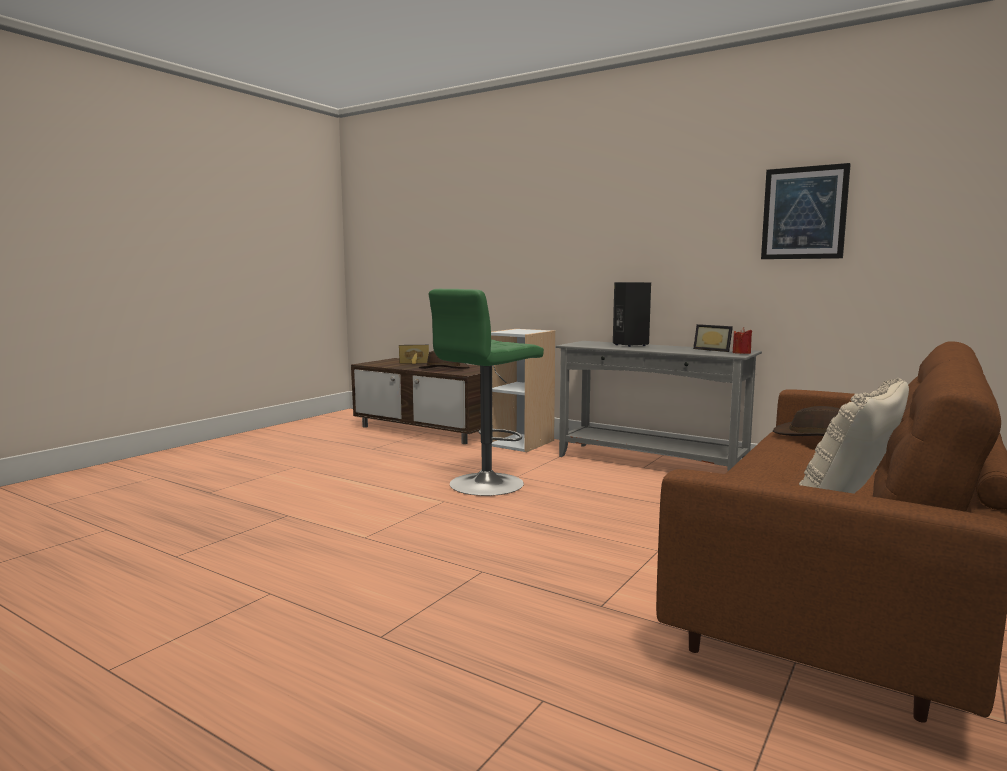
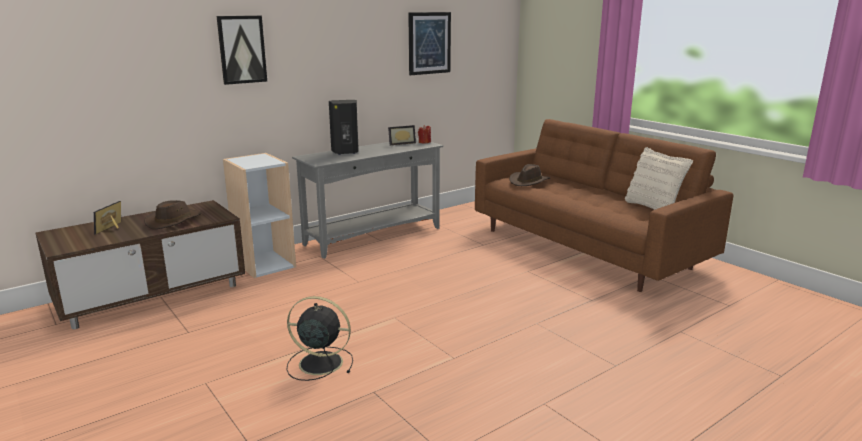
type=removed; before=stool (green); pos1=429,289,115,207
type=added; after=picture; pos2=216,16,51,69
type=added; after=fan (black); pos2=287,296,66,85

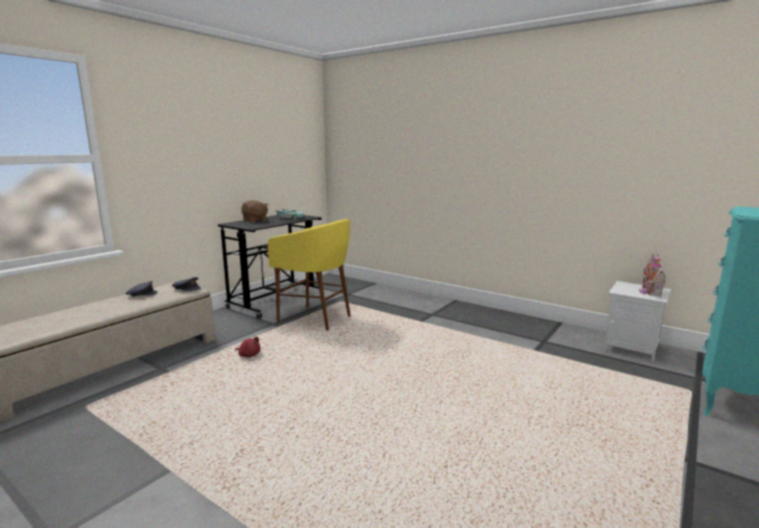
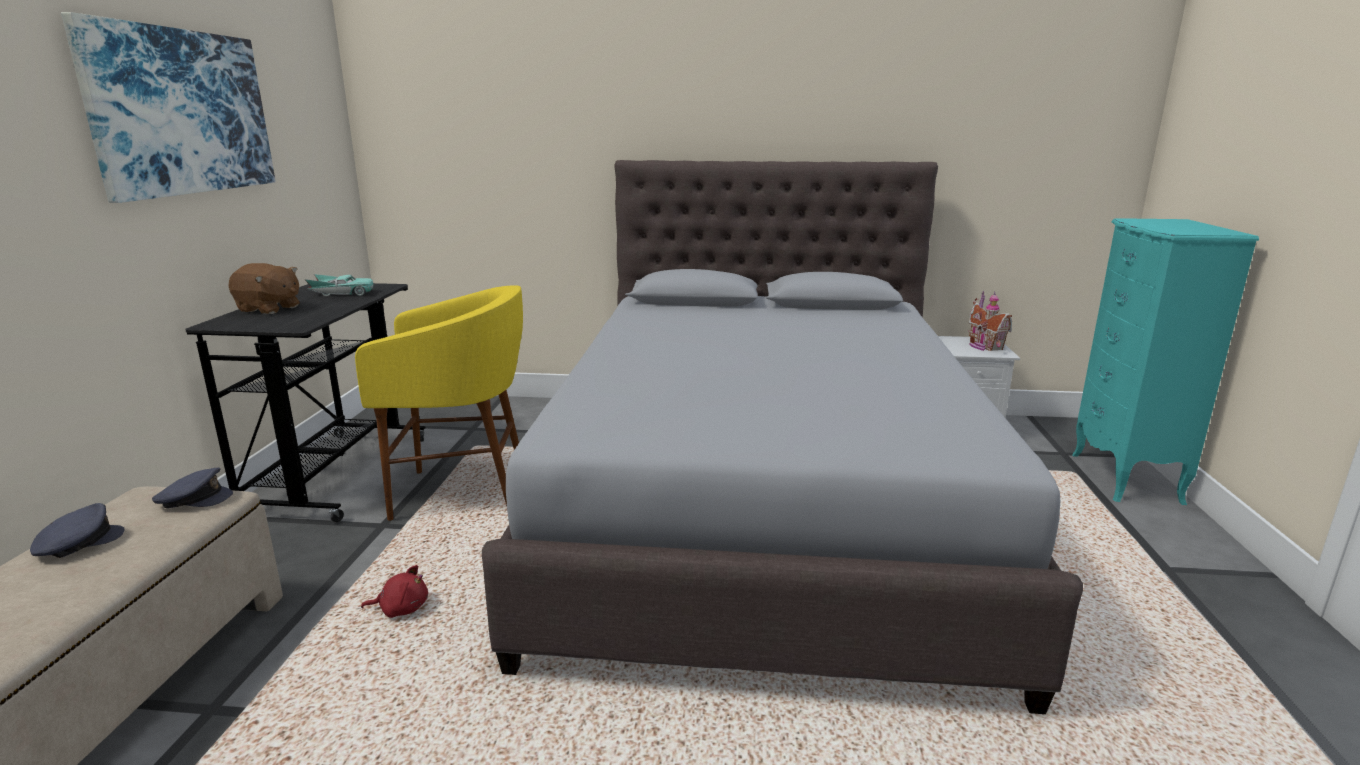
type=added; after=picture; pos2=61,12,215,191
type=added; after=bed (grey); pos2=482,160,601,554

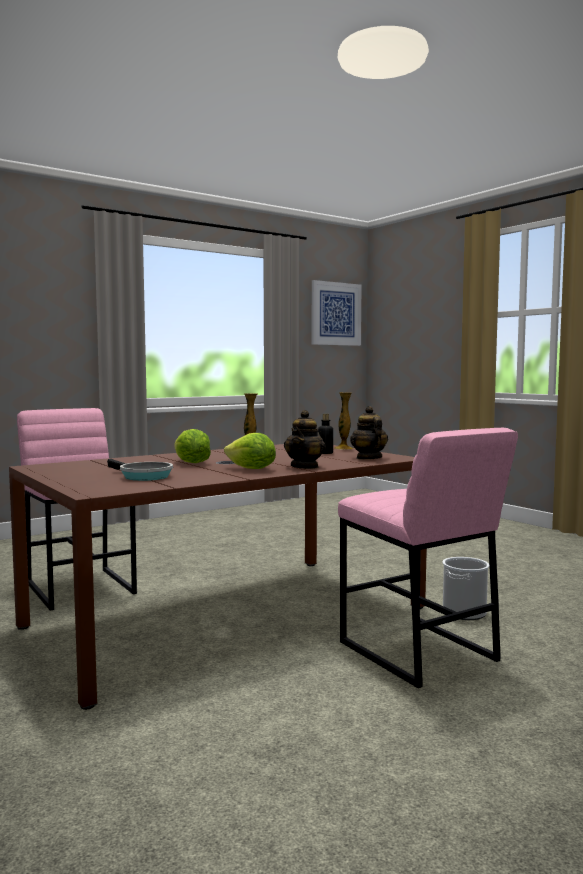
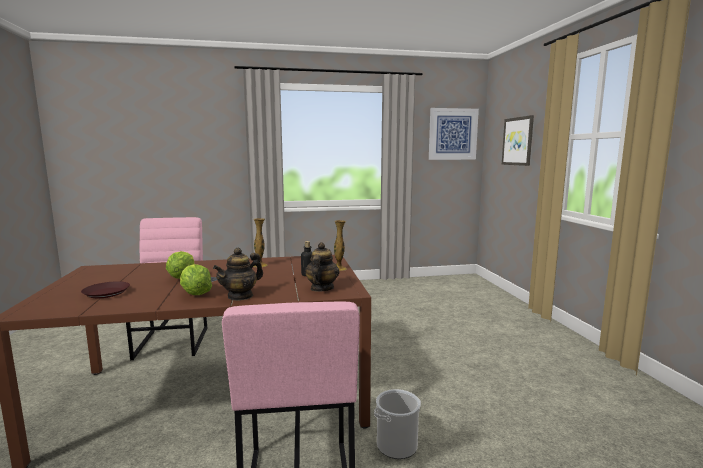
type=replaced; before=frying pan; after=plate (brown); pos1=107,459,66,22; pos2=81,281,49,17
type=added; after=picture; pos2=502,115,32,51

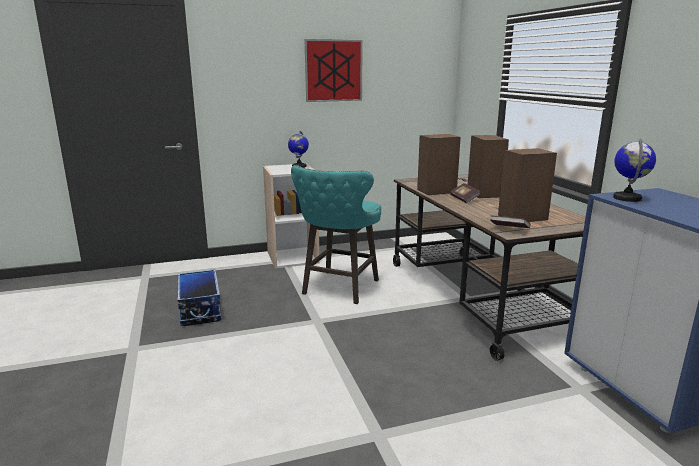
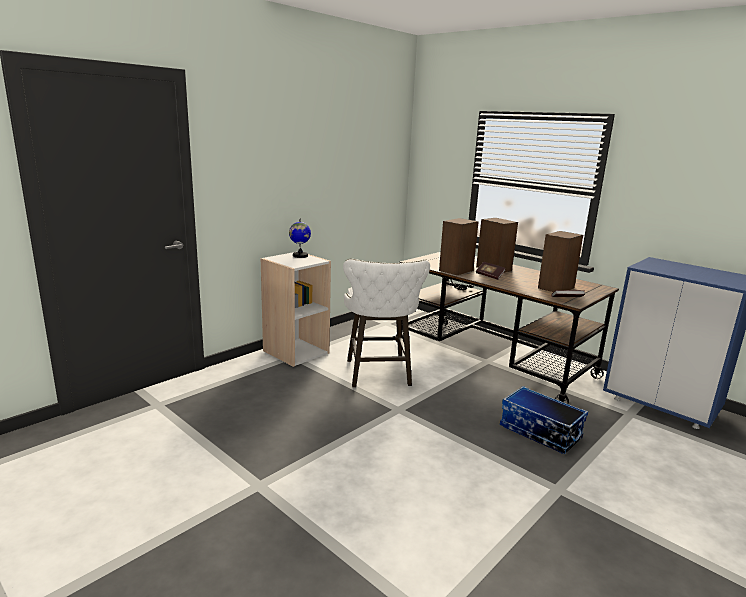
type=moved; before=storage box; pos1=177,269,45,57; pos2=500,386,88,68
type=recoloured; before=stool (turquoise); after=stool (white); pos1=291,165,90,139; pos2=343,259,87,128
type=removed; before=picture; pos1=304,39,59,63
type=removed; before=globe; pos1=613,138,43,64

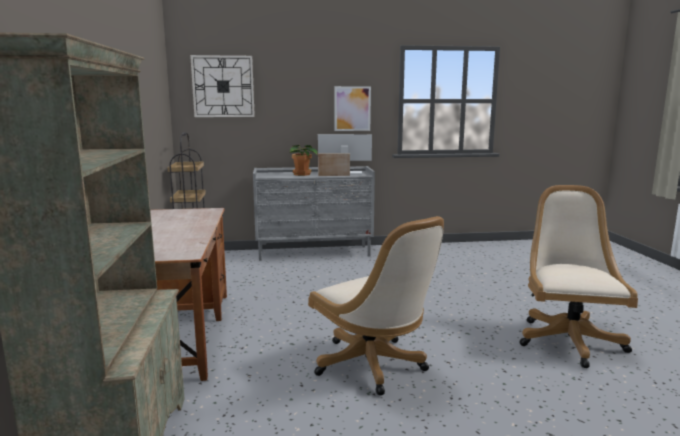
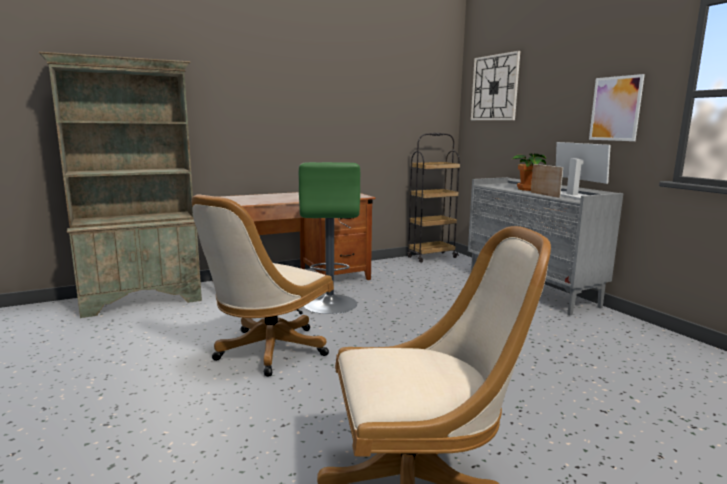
type=added; after=stool (green); pos2=299,162,61,152

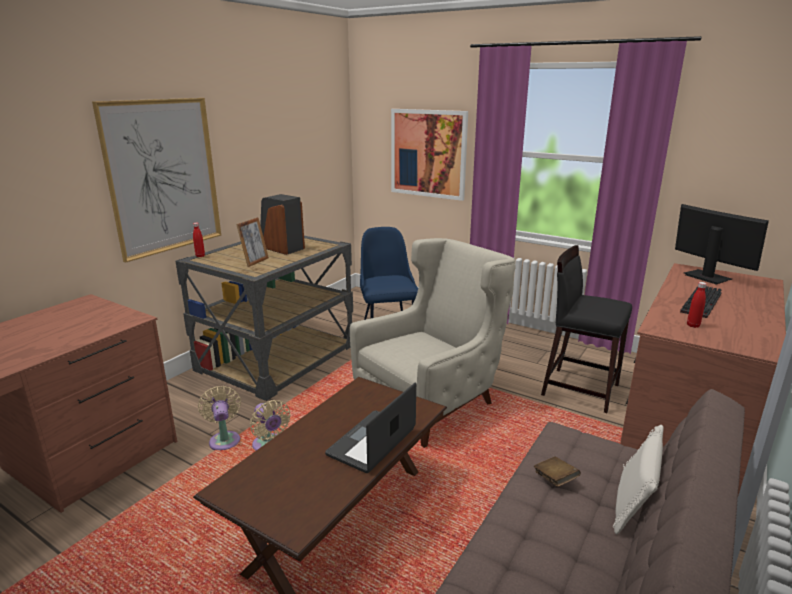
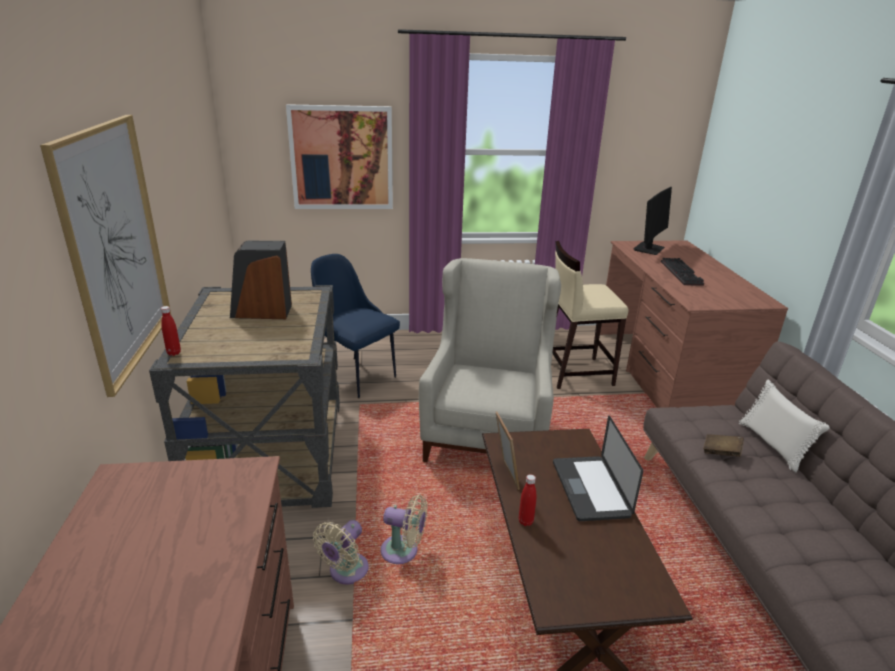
type=turned; before=fan (beige); pos1=198,386,43,64; pos2=313,520,56,64; turn=-90
type=moved; before=picture frame; pos1=236,217,33,50; pos2=496,412,24,78
type=recoloured; before=stool (black); after=stool (beige); pos1=541,245,91,168; pos2=552,241,76,148
type=turned; before=monitor; pos1=675,204,94,81; pos2=633,187,39,68; turn=105
type=moved; before=bottle (red); pos1=687,282,20,46; pos2=519,474,17,52

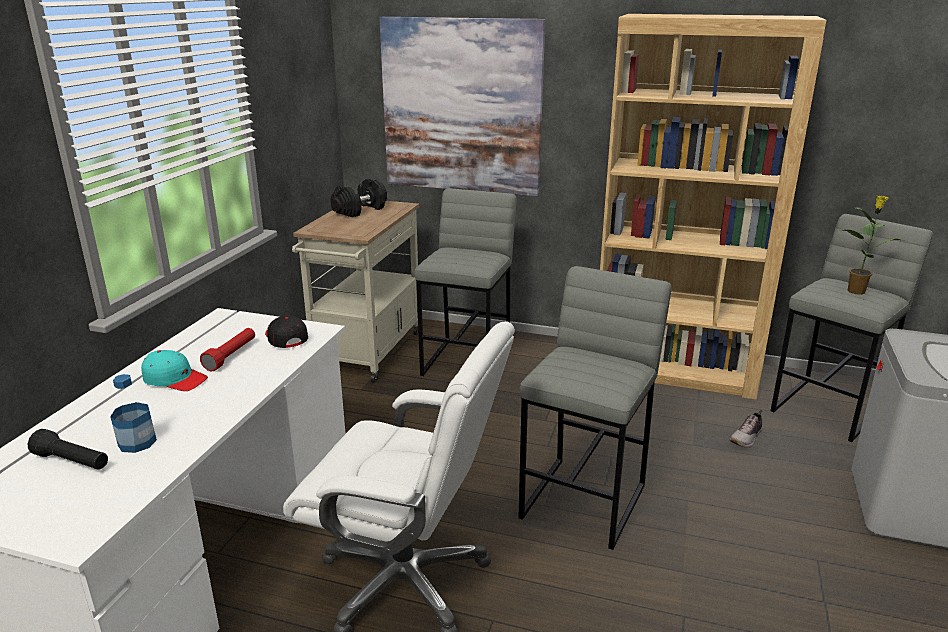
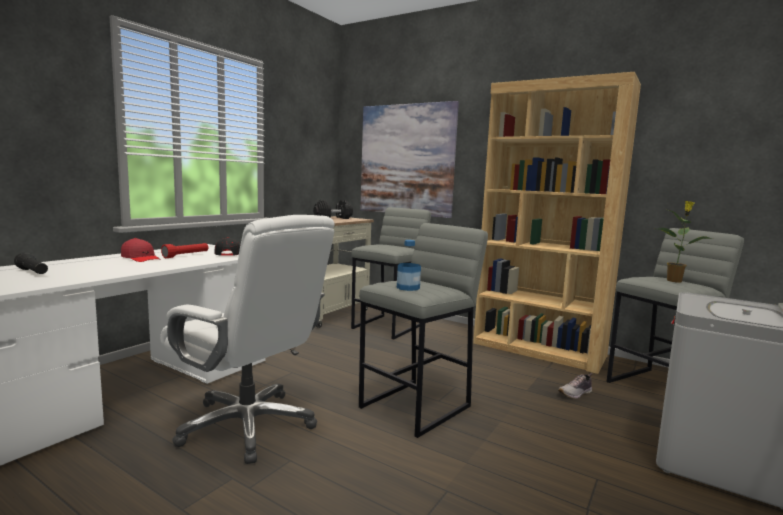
type=moved; before=bottle; pos1=110,374,47,79; pos2=397,240,24,51
type=recoloured; before=cap (turquoise); after=cap (red); pos1=141,350,67,41; pos2=121,238,39,24

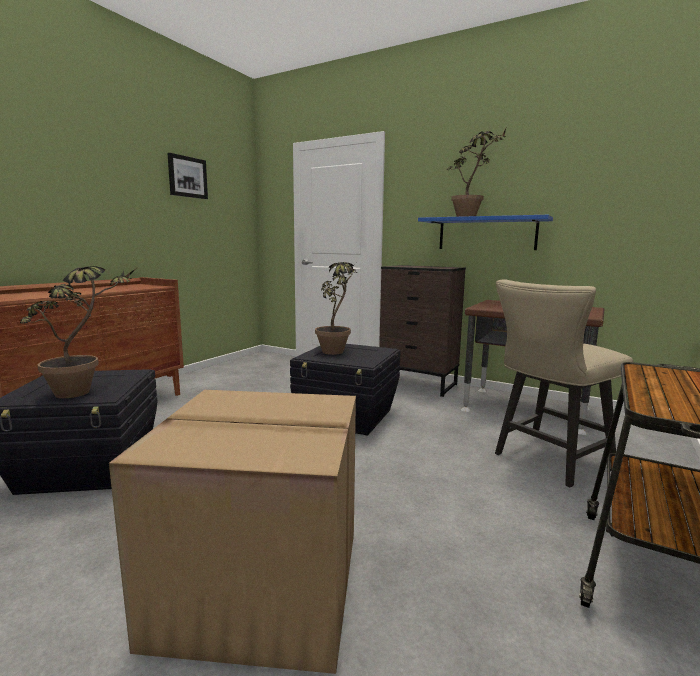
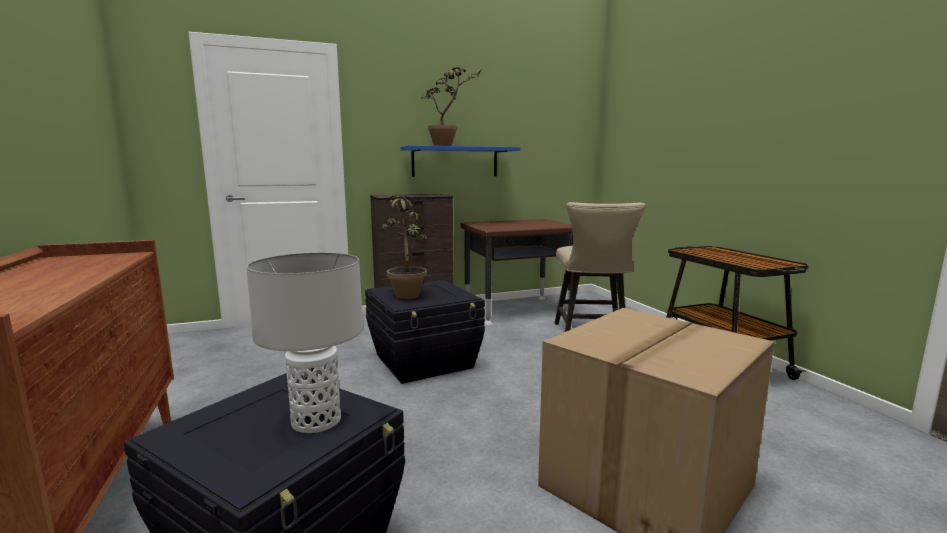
type=replaced; before=potted plant; after=table lamp (white); pos1=20,266,117,132; pos2=246,253,117,180
type=removed; before=picture; pos1=167,153,41,46

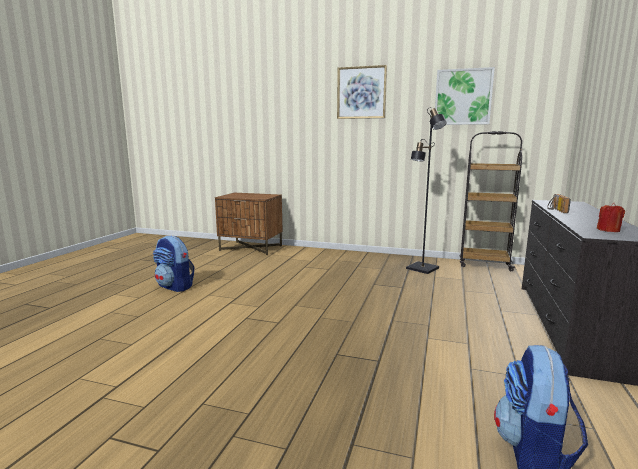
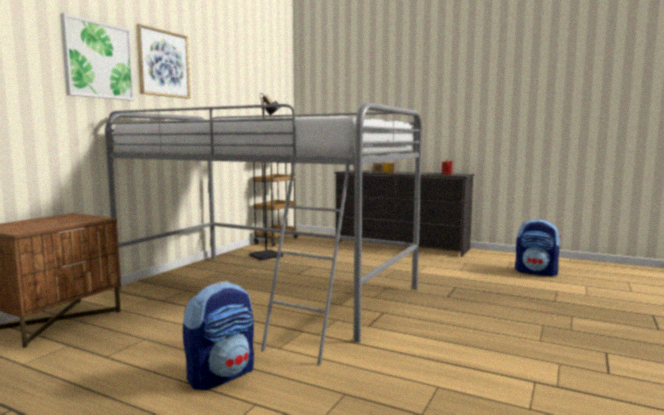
type=moved; before=picture; pos1=435,67,60,58; pos2=60,13,75,88
type=added; after=bed (grey); pos2=105,102,317,264

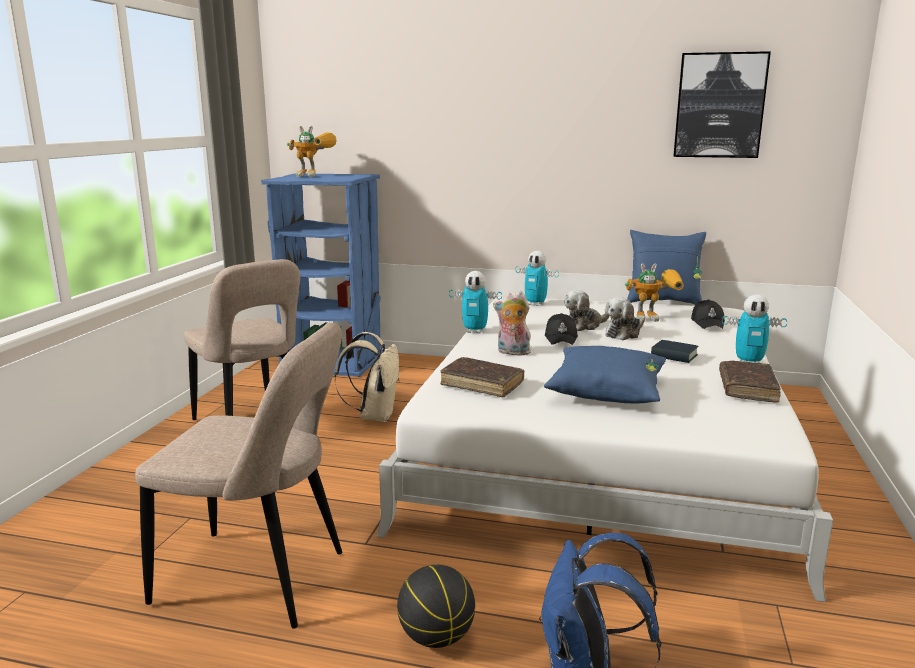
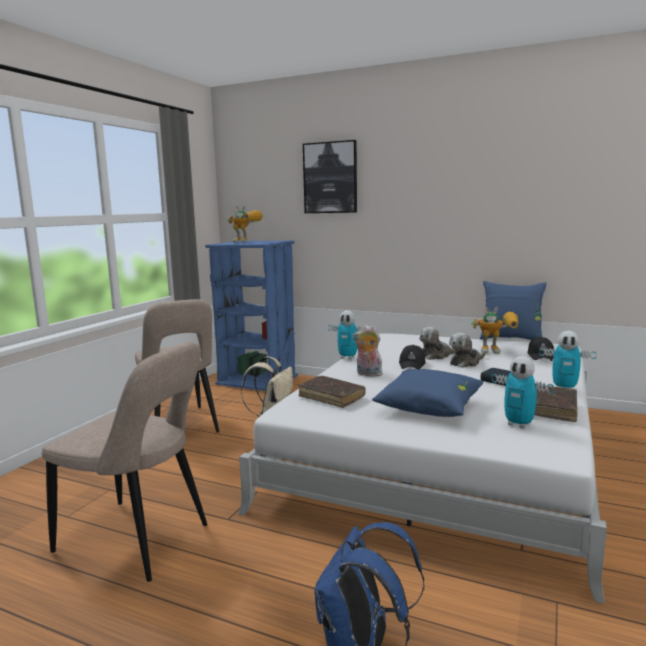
type=removed; before=basketball; pos1=397,565,78,83
type=moved; before=toy robot; pos1=515,251,44,55; pos2=492,356,62,73
type=moved; before=picture; pos1=673,51,98,107; pos2=303,140,54,73

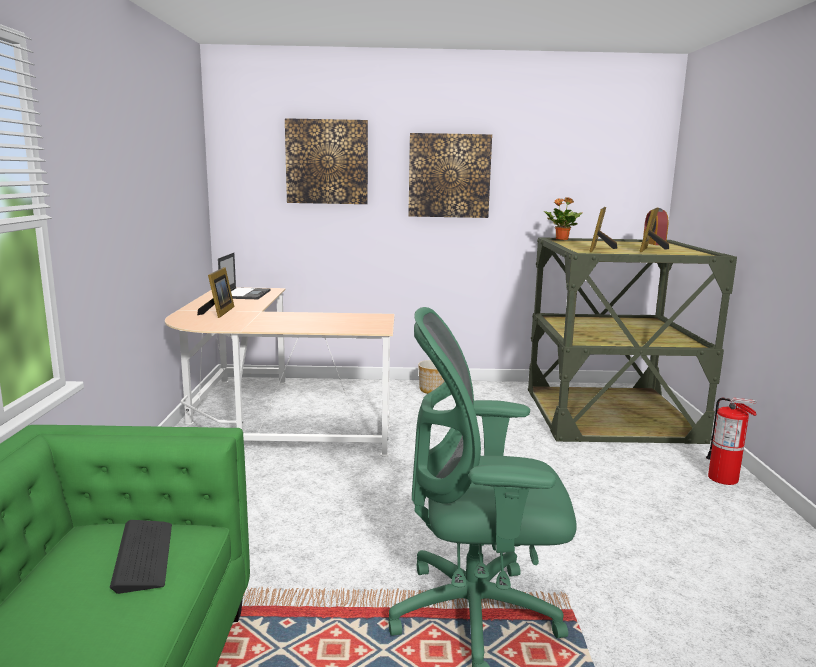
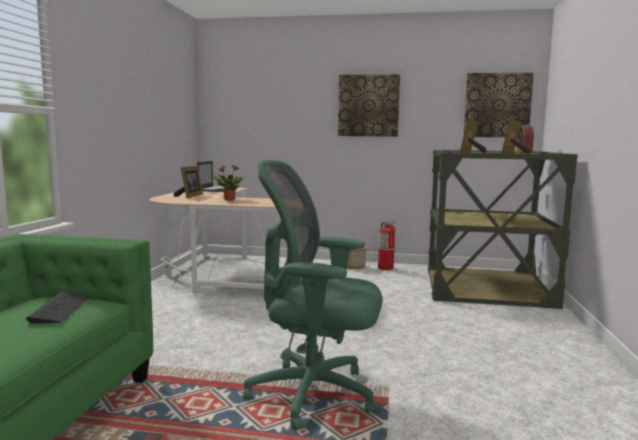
type=moved; before=picture; pos1=285,118,83,86; pos2=463,73,71,64
type=moved; before=potted plant; pos1=544,197,38,43; pos2=213,165,32,36
type=moved; before=fire extinguisher; pos1=706,398,51,87; pos2=378,221,18,49

